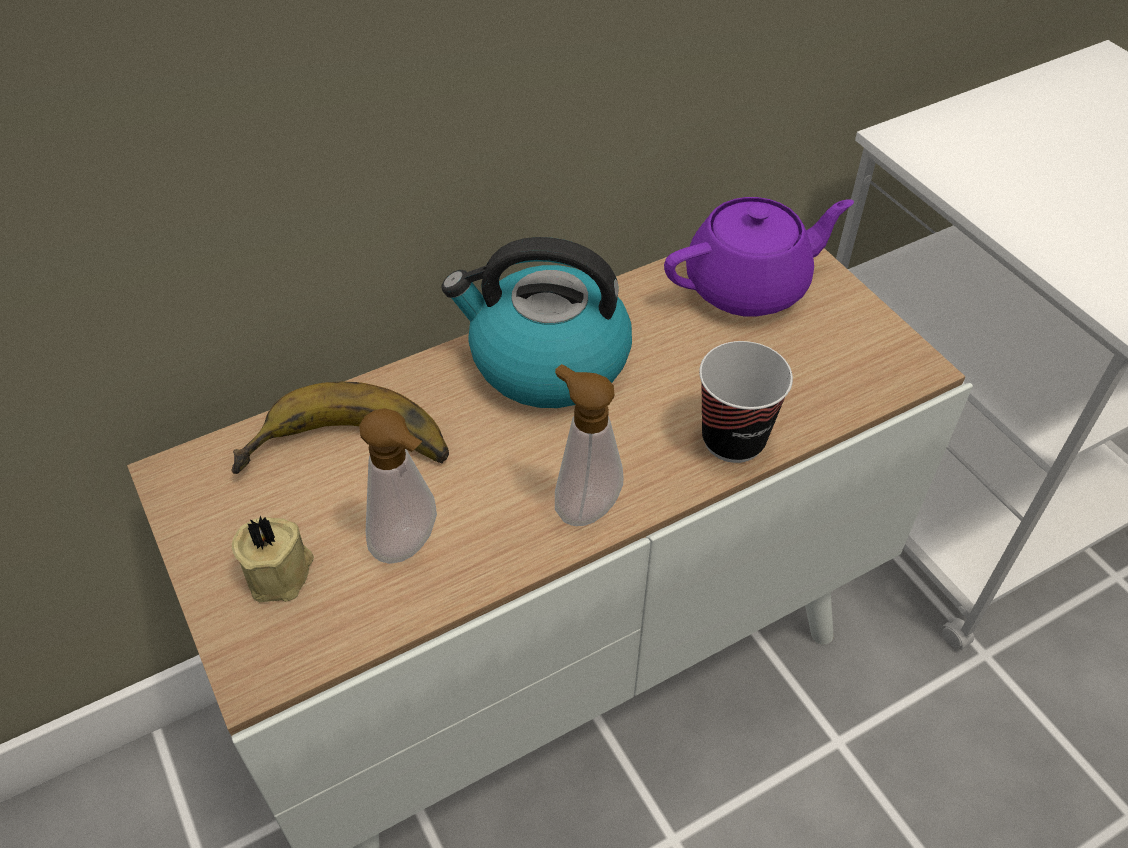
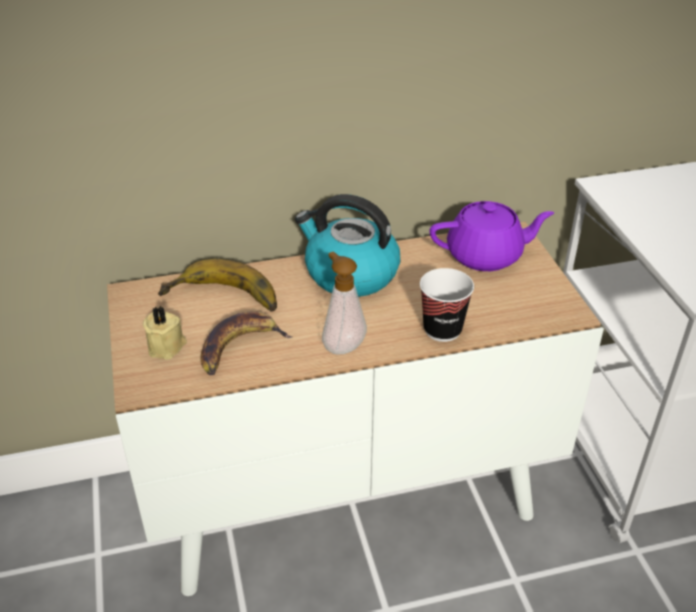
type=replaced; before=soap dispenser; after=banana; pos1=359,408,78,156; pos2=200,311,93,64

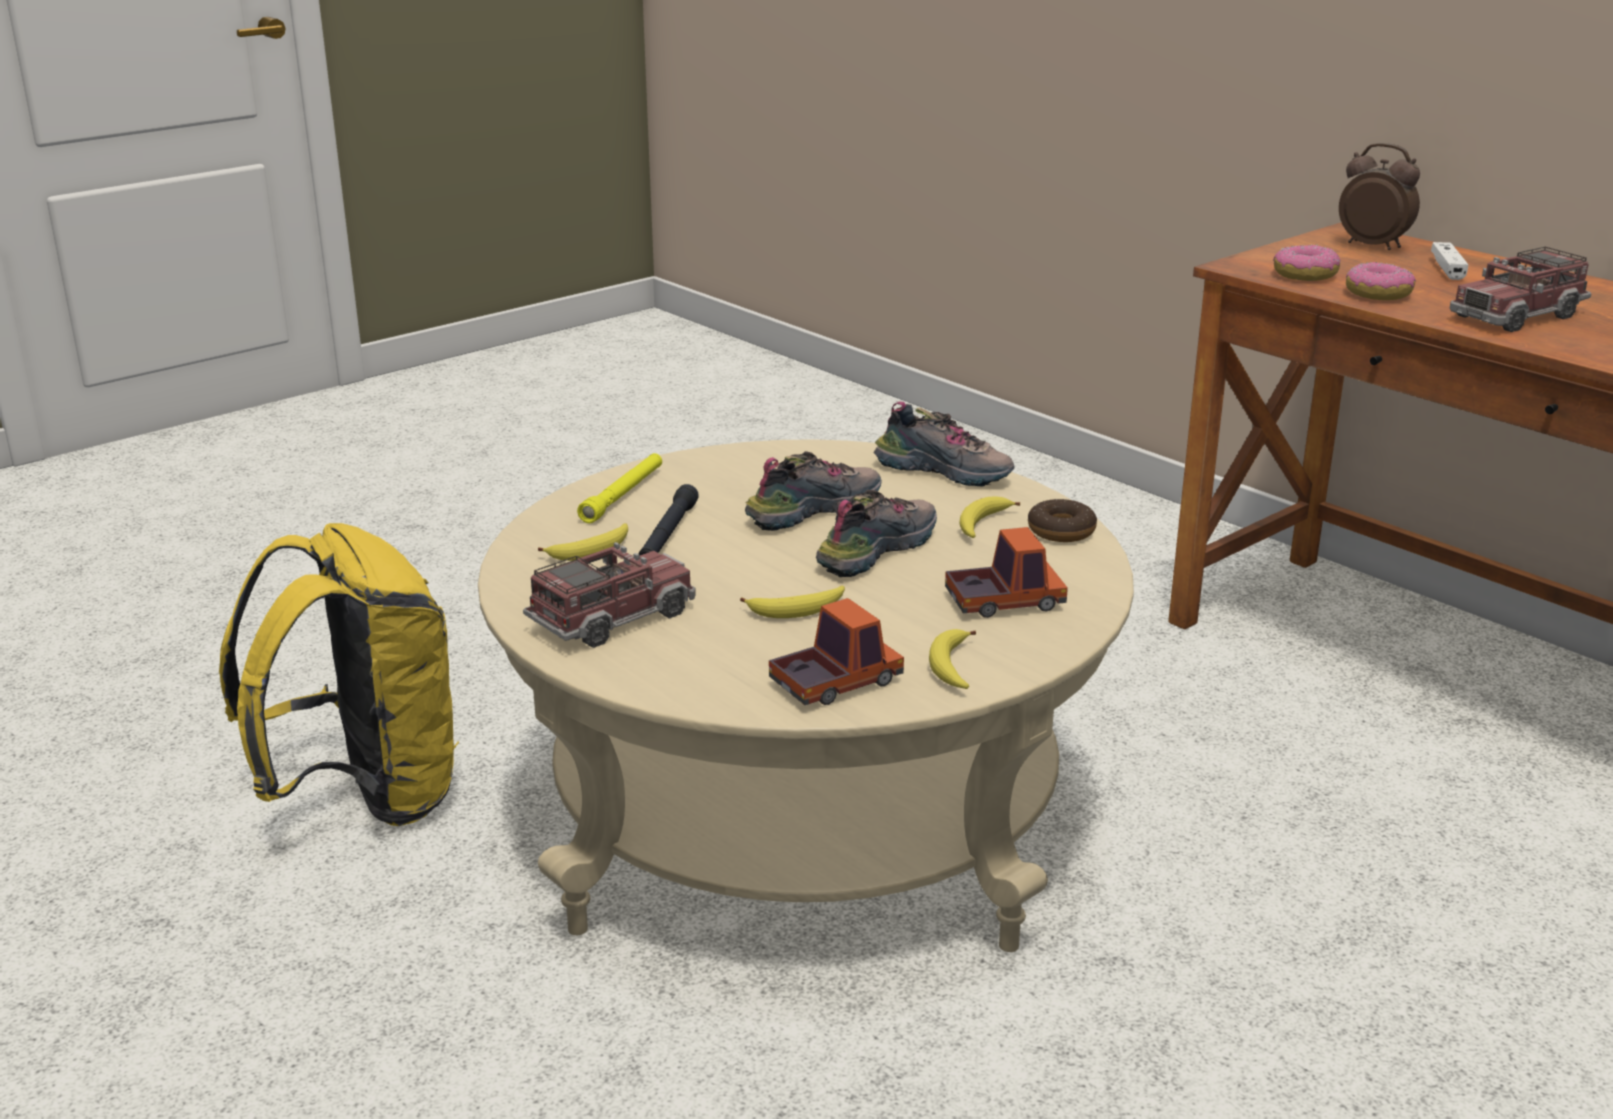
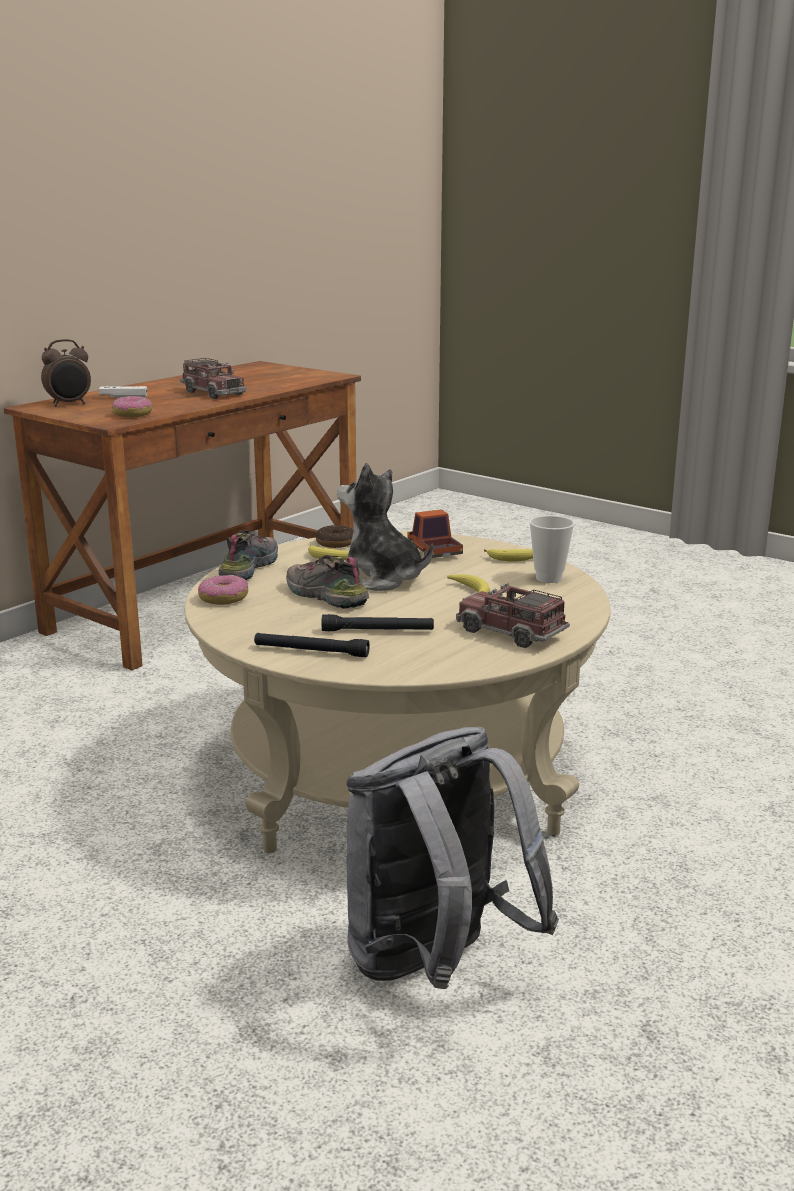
type=recoloured; before=backpack (yellow); after=backpack (grey); pos1=219,523,240,303; pos2=346,727,213,262
type=removed; before=banana; pos1=538,523,90,38
type=recoloured; before=flashlight (yellow); after=flashlight (black); pos1=577,453,85,70; pos2=254,633,116,24
type=replaced; before=toy truck; after=cup; pos1=769,598,135,107; pos2=529,516,45,67
type=replaced; before=shoe; after=plush toy; pos1=816,490,121,87; pos2=337,463,96,128
type=turned; before=alarm clock; pos1=1339,143,81,107; pos2=41,339,50,67; turn=-150
type=moved; before=donut; pos1=1346,262,70,38; pos2=198,575,50,30

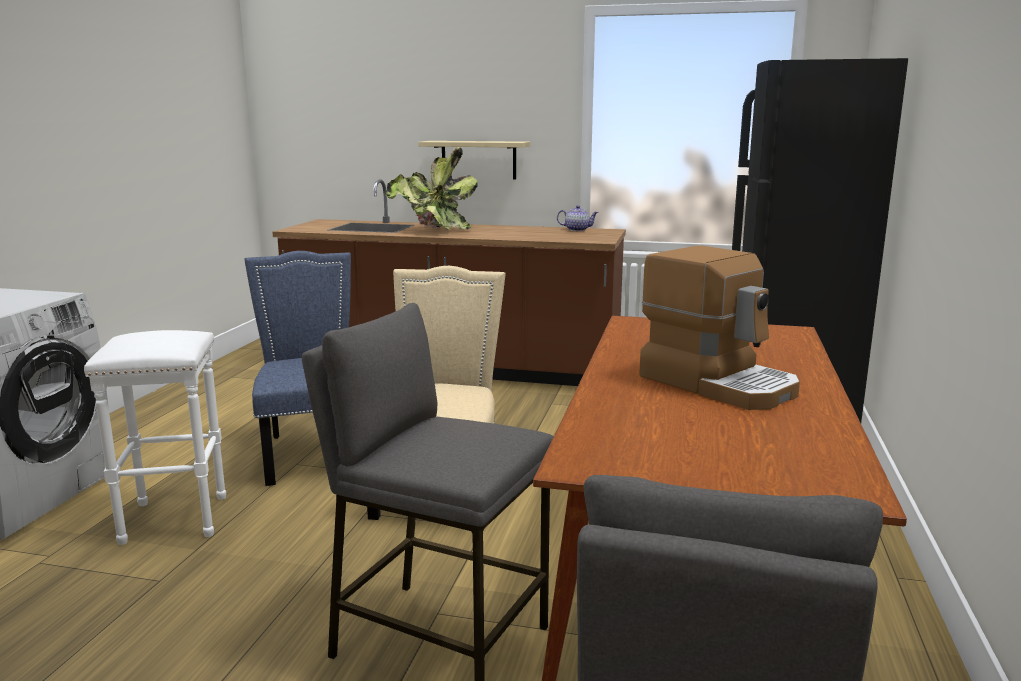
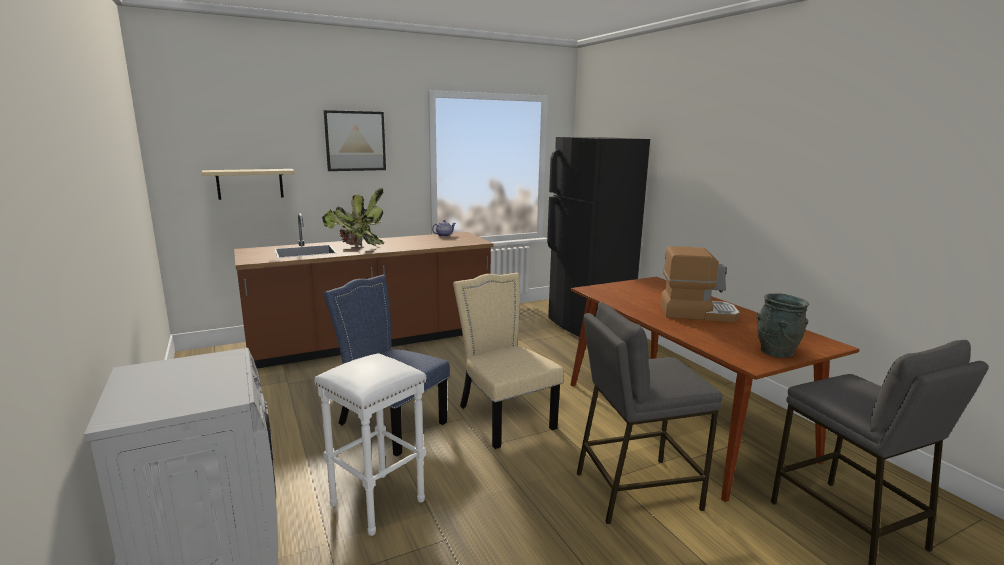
type=moved; before=shelf (beige); pos1=418,141,112,39; pos2=202,169,93,31
type=added; after=picture; pos2=324,110,62,61
type=added; after=vase (grey); pos2=757,293,52,65

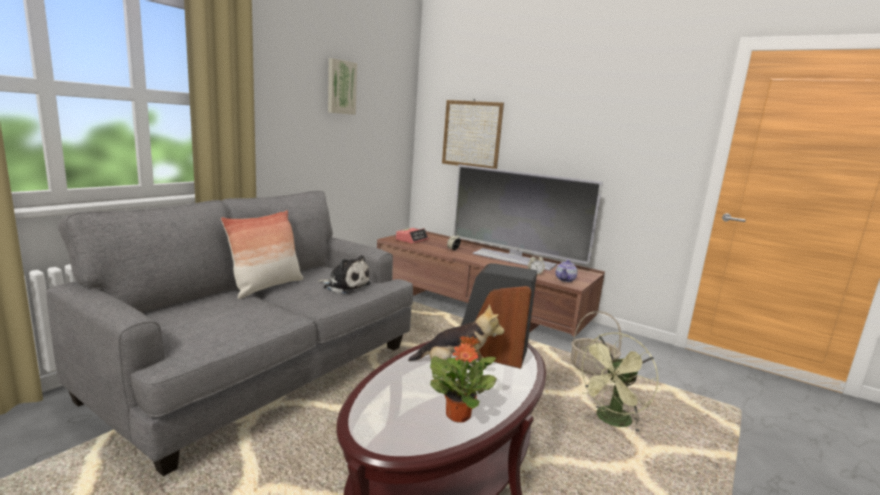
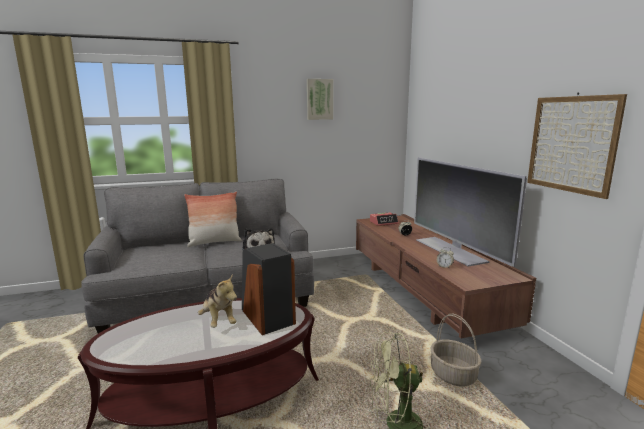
type=removed; before=potted plant; pos1=430,336,67,86
type=moved; before=picture; pos1=442,99,62,70; pos2=527,93,100,106
type=removed; before=teapot; pos1=555,260,23,22

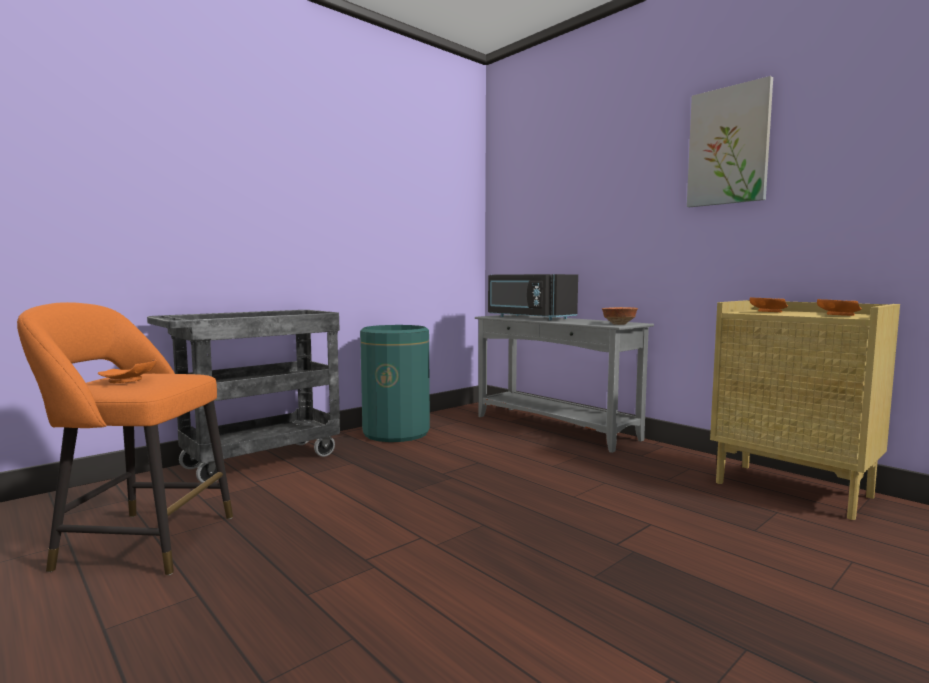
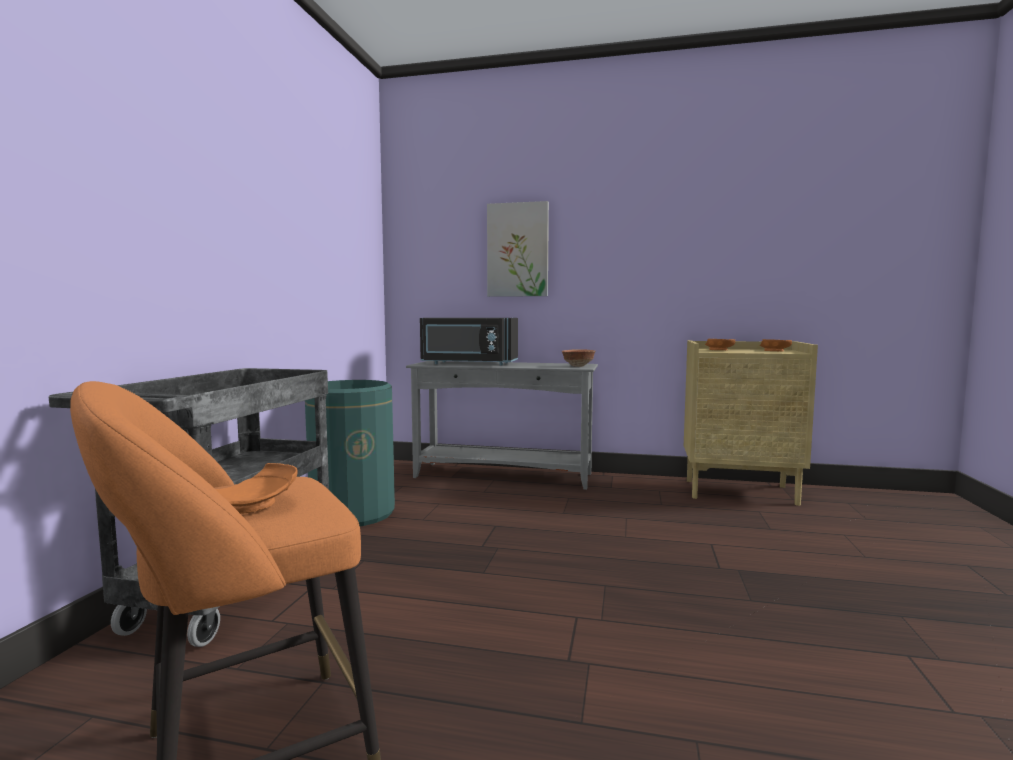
type=moved; before=picture; pos1=687,76,86,131; pos2=487,201,62,96

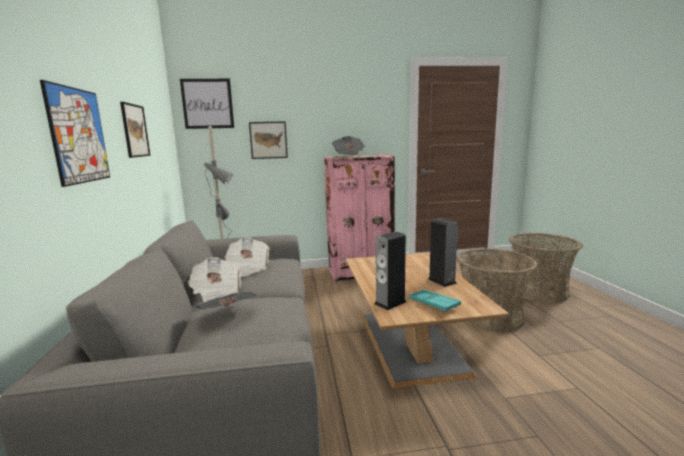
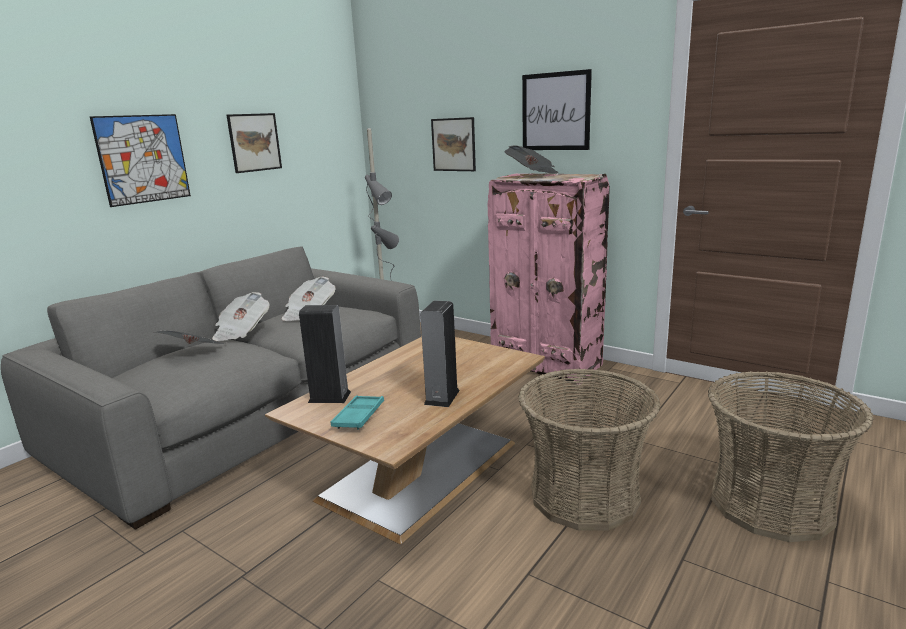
type=moved; before=picture; pos1=180,79,54,50; pos2=522,69,70,81

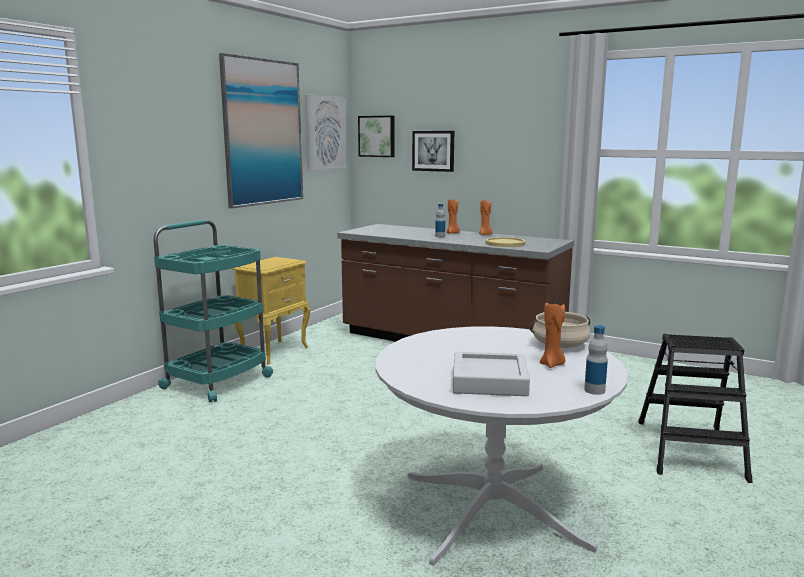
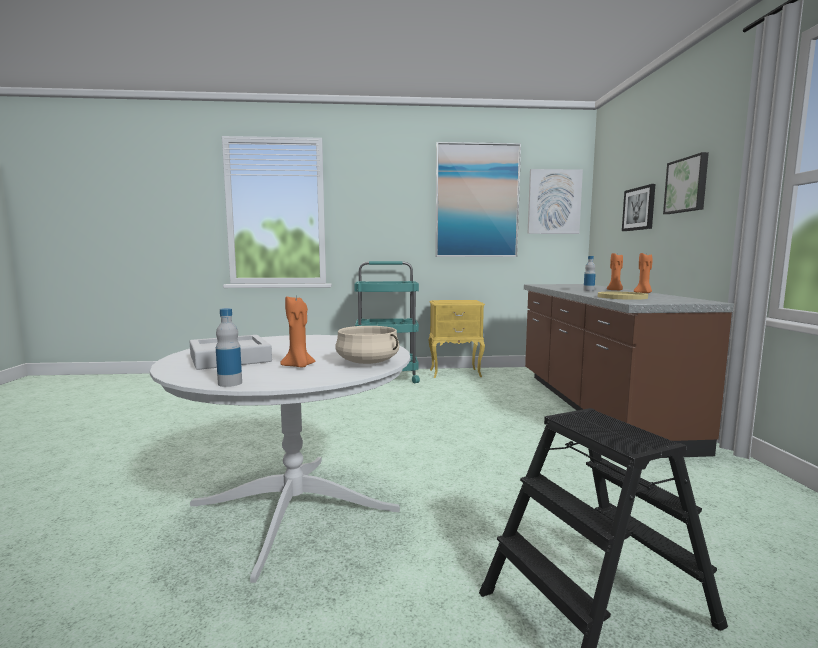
type=moved; before=picture; pos1=358,116,37,41; pos2=663,152,46,62

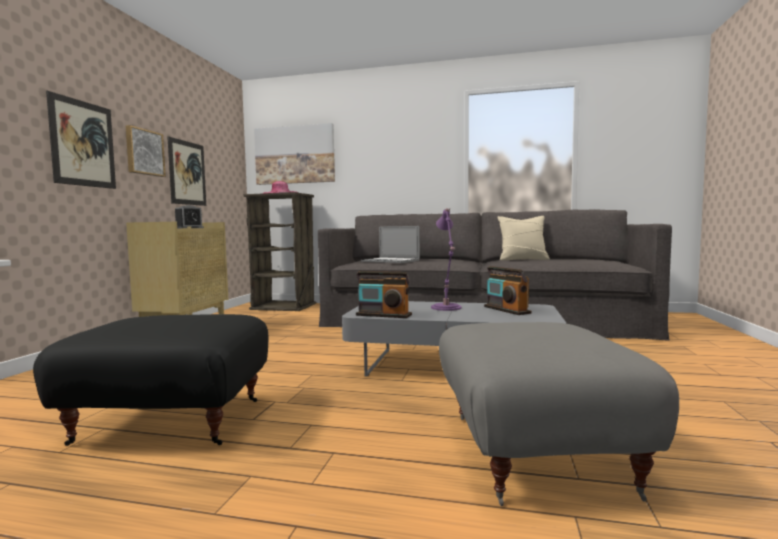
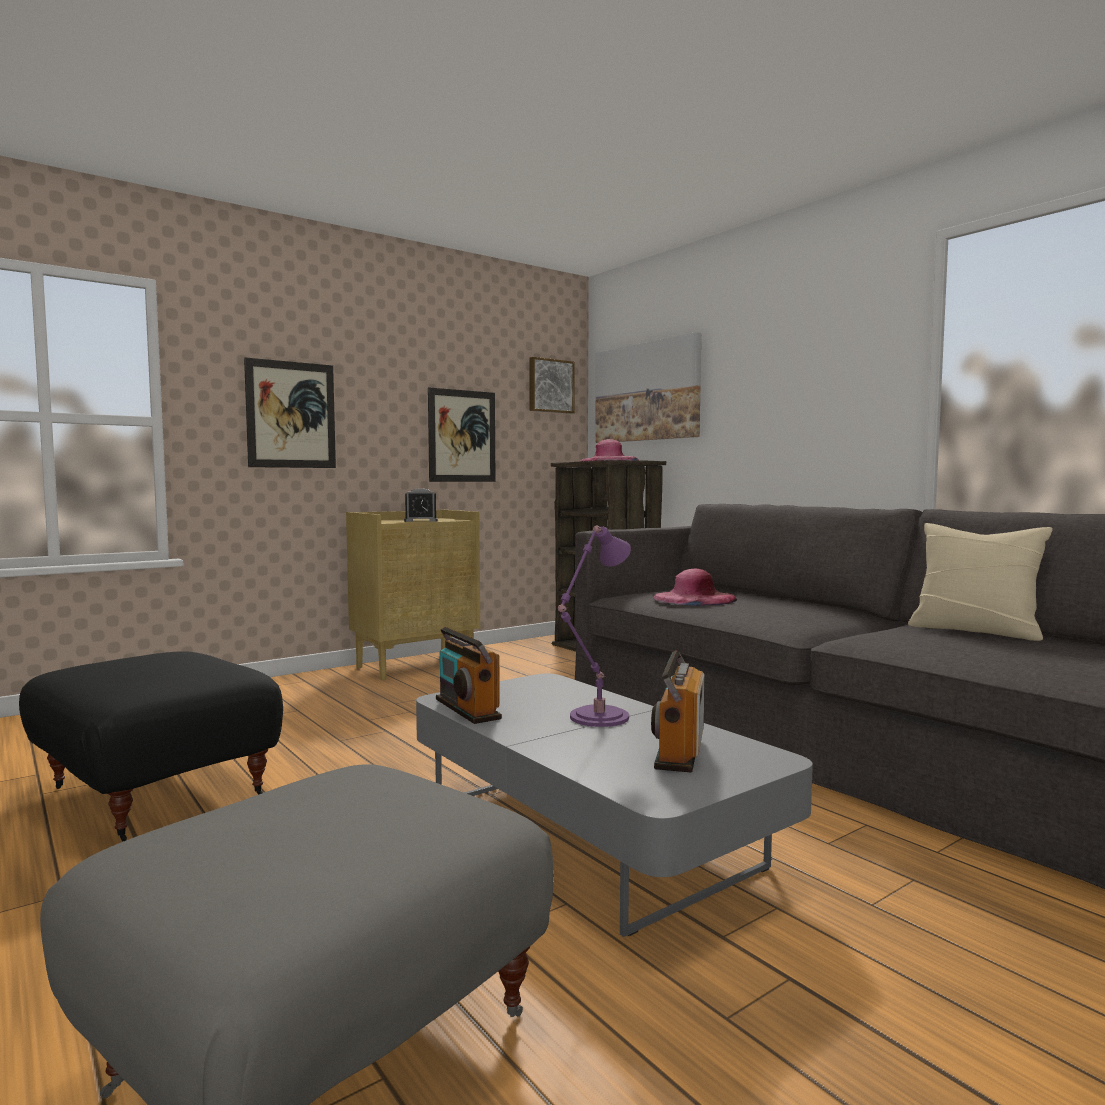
type=moved; before=picture; pos1=126,125,40,52; pos2=529,357,46,57
type=replaced; before=laptop; after=hat (pink); pos1=361,226,59,37; pos2=653,569,84,36

